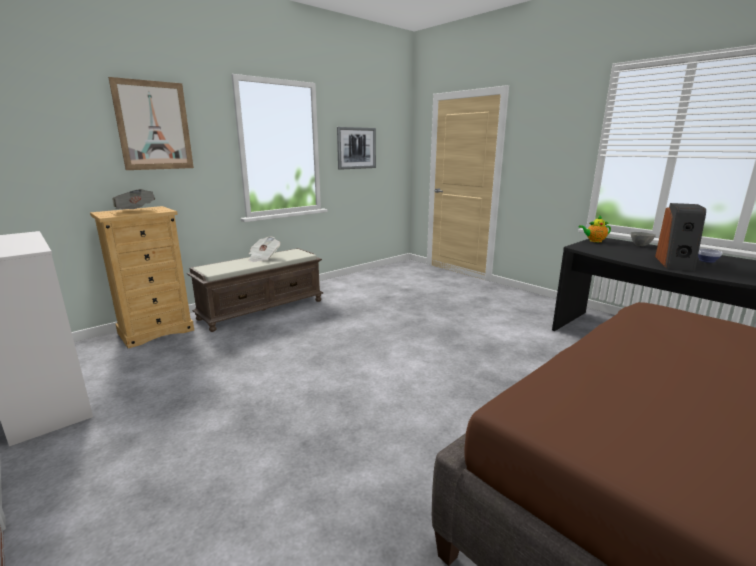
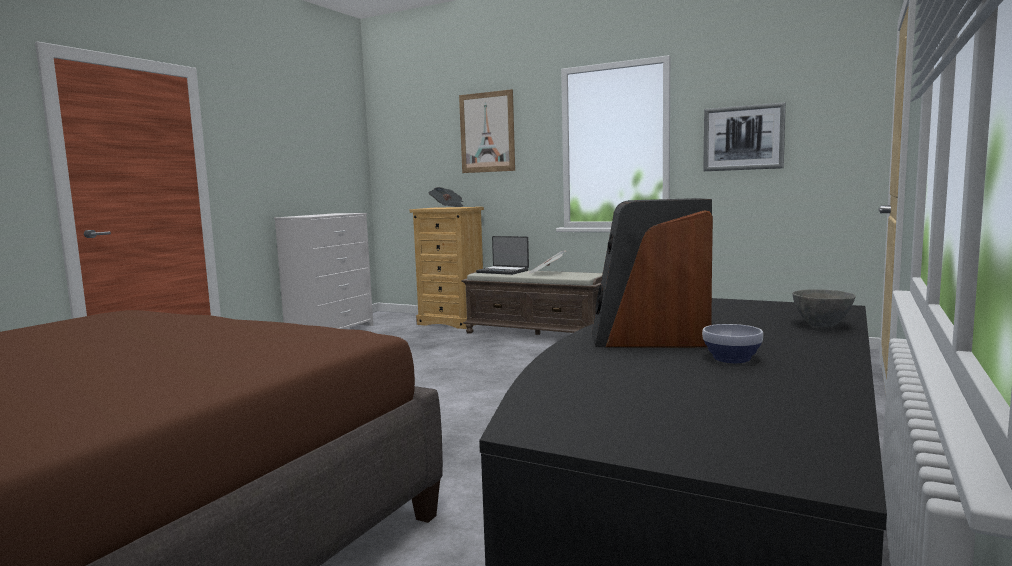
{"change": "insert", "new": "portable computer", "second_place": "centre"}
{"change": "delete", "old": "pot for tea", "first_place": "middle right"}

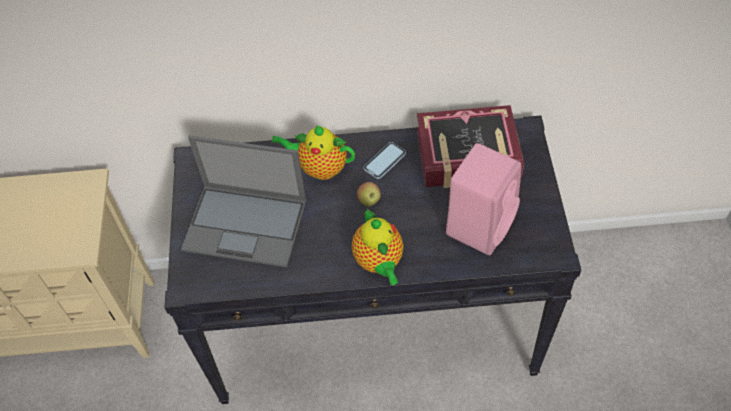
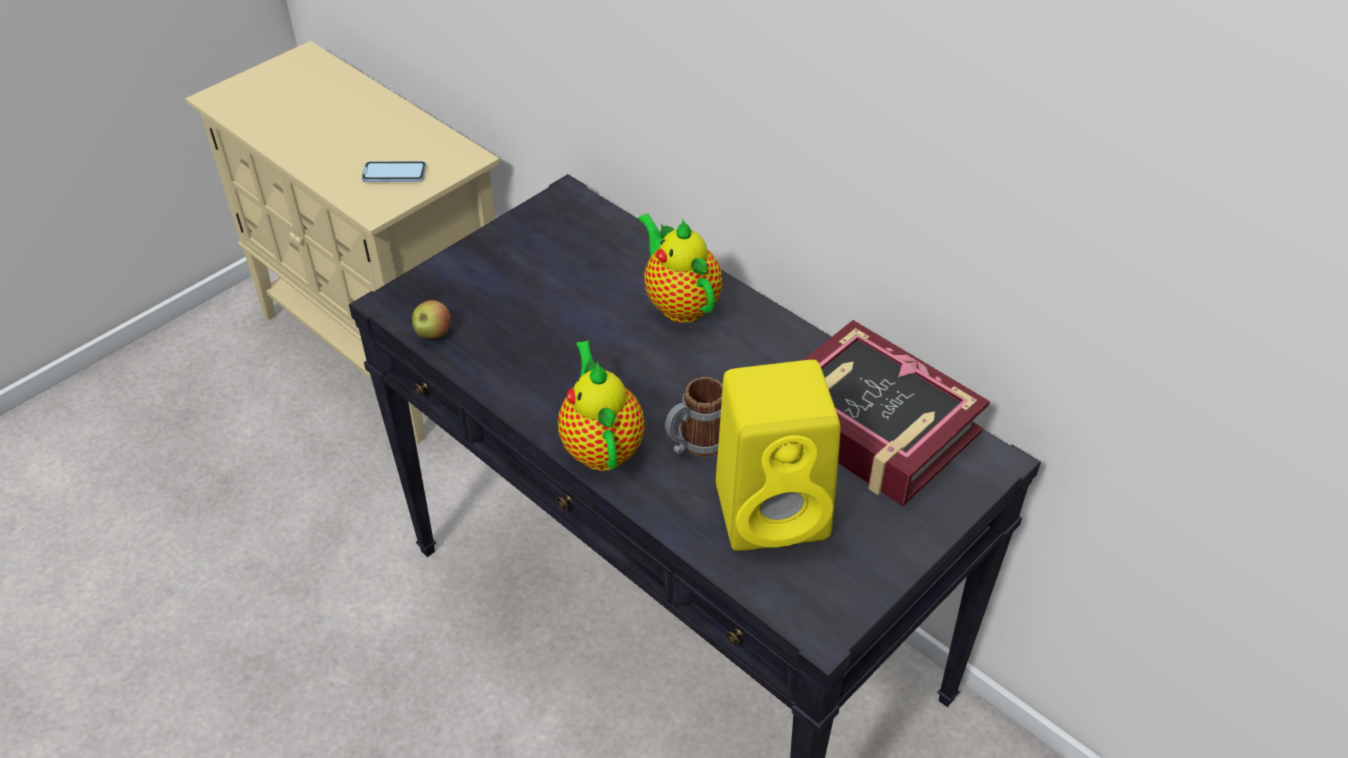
{"change": "move", "old": "handset", "first_place": "centre", "second_place": "top left"}
{"change": "move", "old": "apple", "first_place": "centre", "second_place": "middle left"}
{"change": "rotate", "old": "pot for tea (2nd from left in the first image)", "first_place": "centre", "second_place": "centre", "degrees": 135}
{"change": "insert", "new": "coffee mug", "second_place": "centre"}
{"change": "recolor", "old": "audio speaker (pink-coloured)", "new": "audio speaker (yellow)", "first_place": "centre", "second_place": "centre"}
{"change": "delete", "old": "portable computer", "first_place": "middle left"}

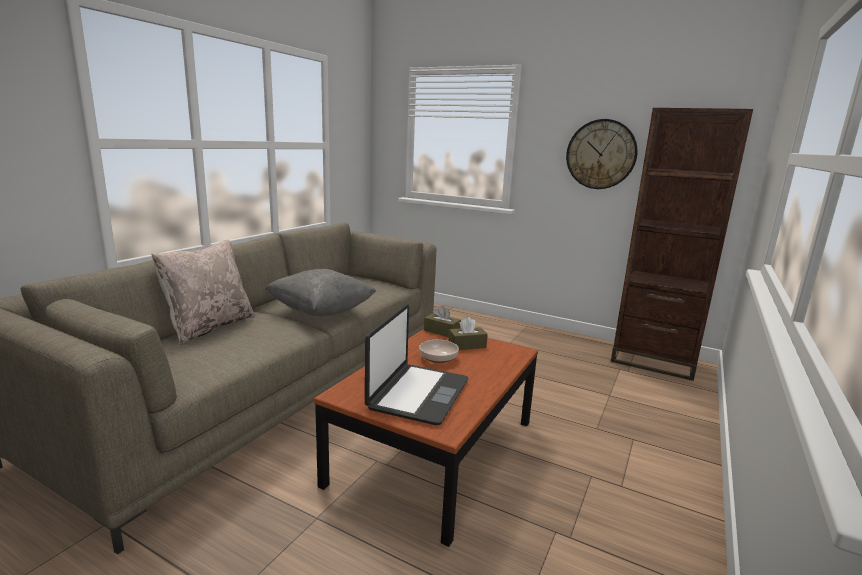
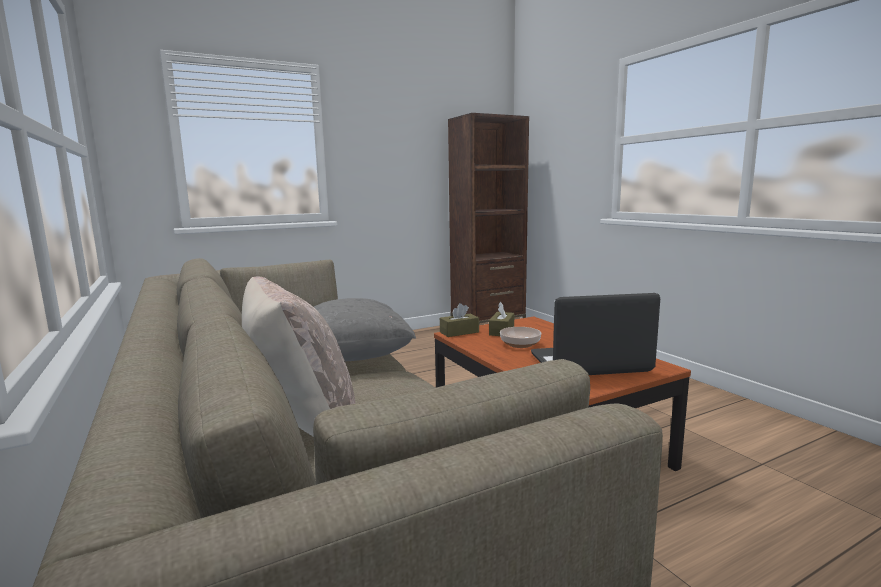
{"change": "rotate", "old": "portable computer", "first_place": "centre", "second_place": "middle right", "degrees": -60}
{"change": "delete", "old": "clock on the wall", "first_place": "top right"}

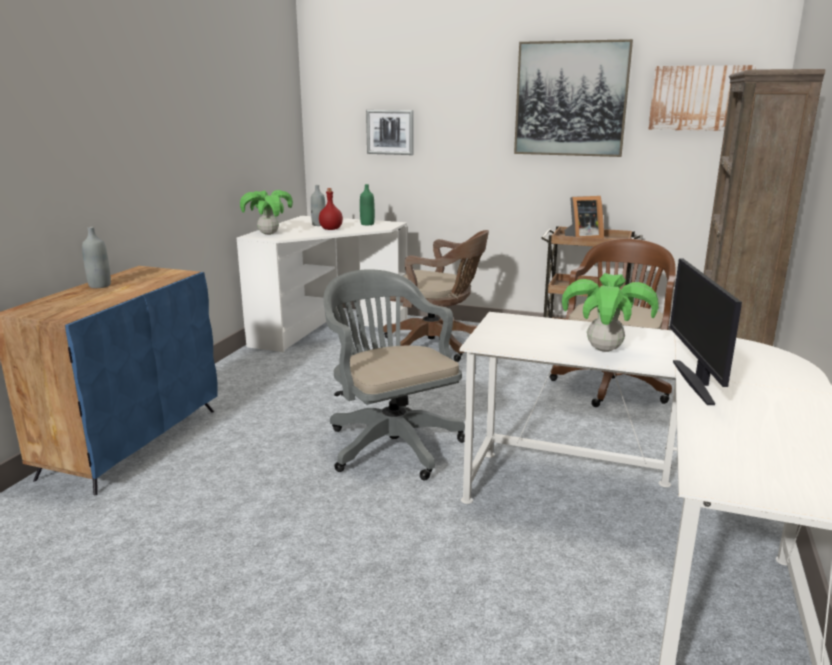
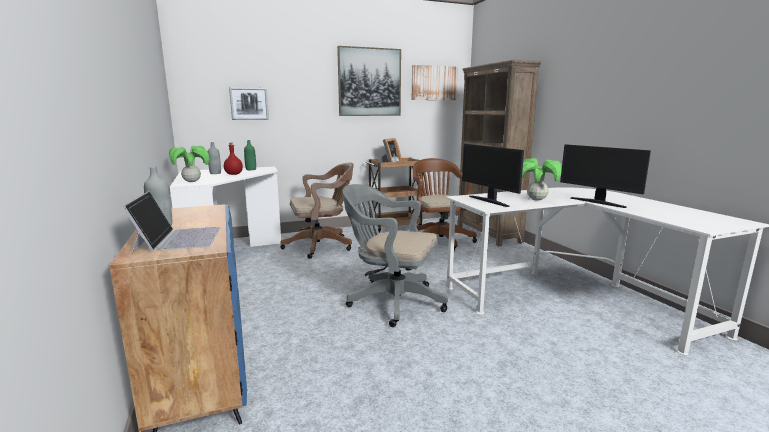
{"change": "insert", "new": "portable computer", "second_place": "middle left"}
{"change": "insert", "new": "computer display (1st from left)", "second_place": "centre"}

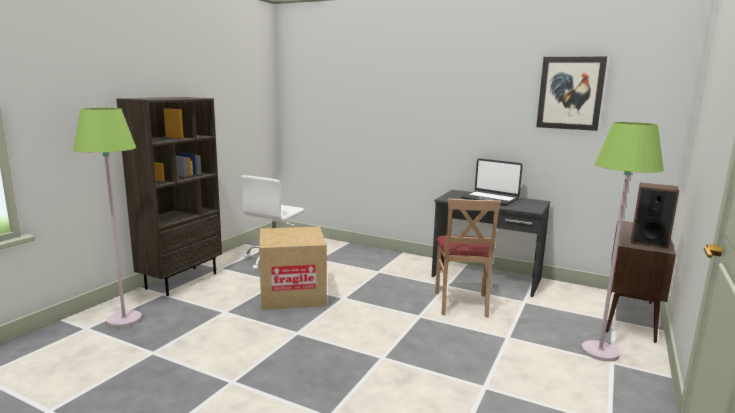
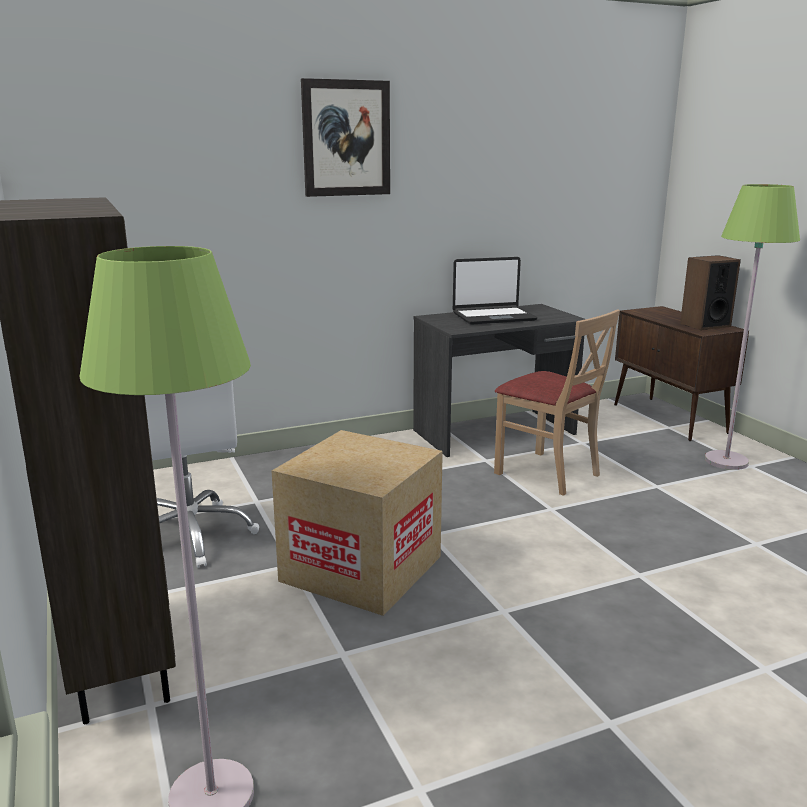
{"change": "move", "old": "picture", "first_place": "top right", "second_place": "top centre"}

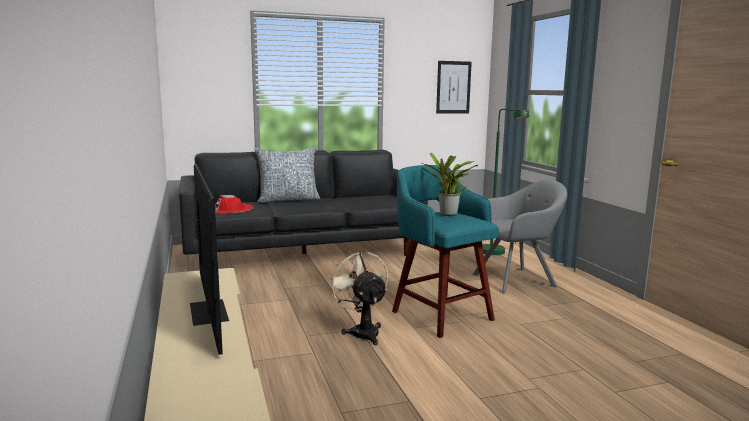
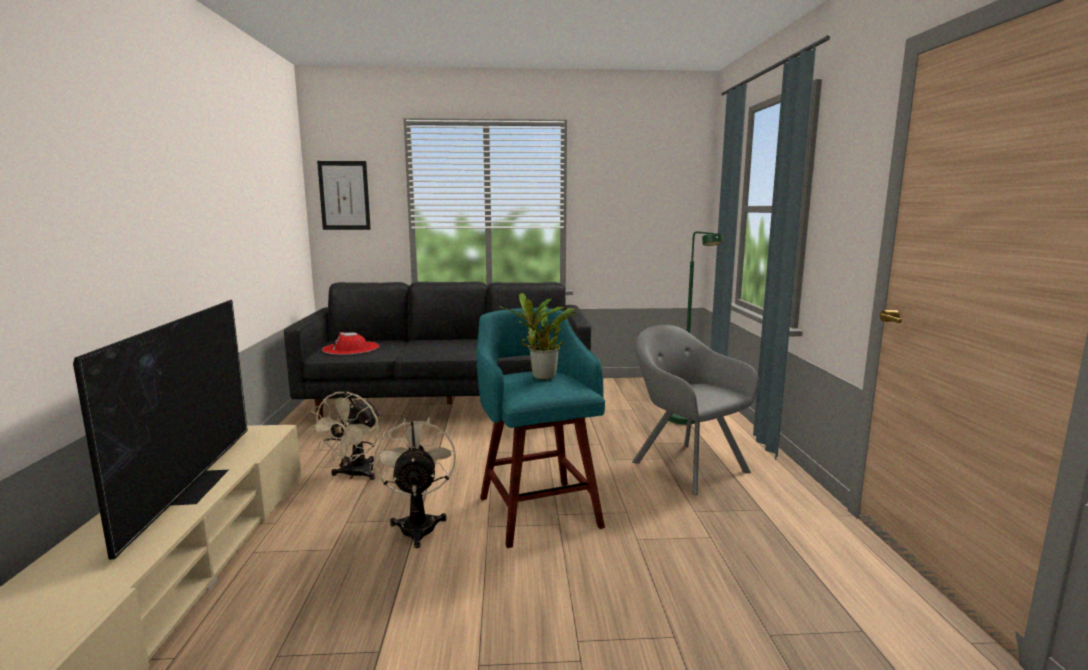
{"change": "insert", "new": "cooling fan (beige) (1st from left)", "second_place": "middle left"}
{"change": "move", "old": "picture", "first_place": "top centre", "second_place": "top left"}
{"change": "rotate", "old": "lounge chair (greyish)", "first_place": "middle right", "second_place": "centre", "degrees": -120}
{"change": "delete", "old": "cushion", "first_place": "centre"}

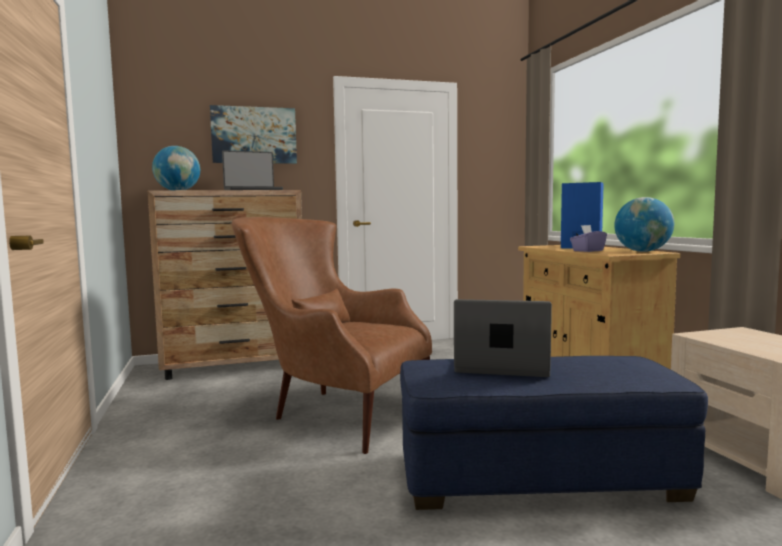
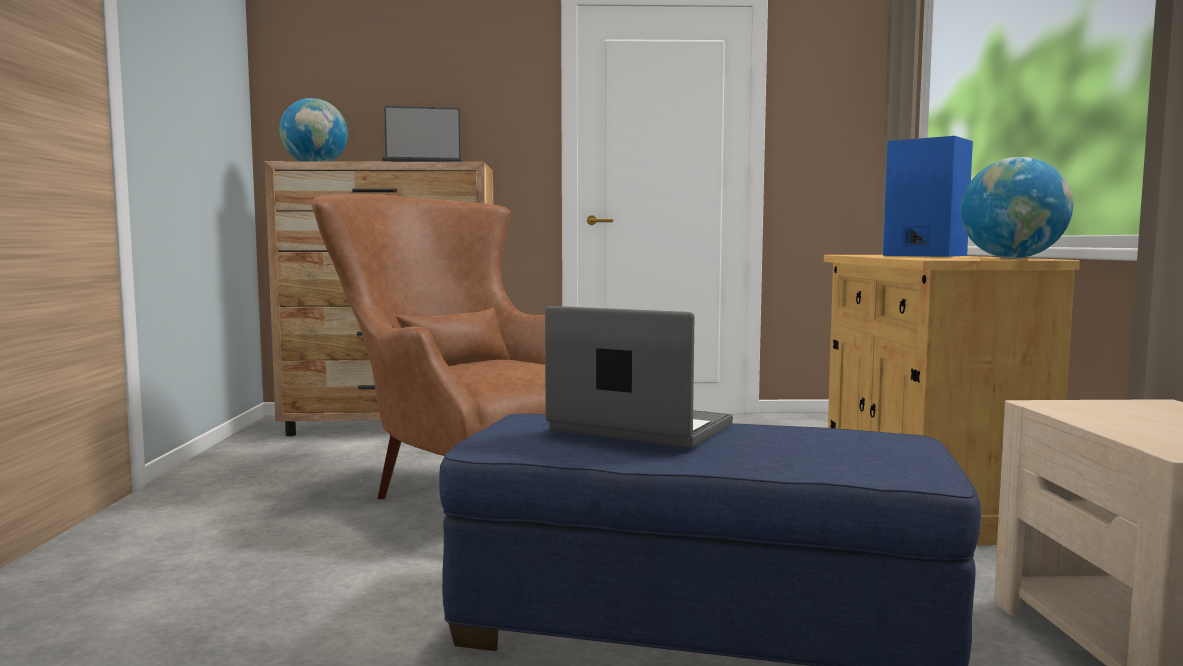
{"change": "delete", "old": "picture", "first_place": "top left"}
{"change": "delete", "old": "tissue holder (purplish)", "first_place": "middle right"}

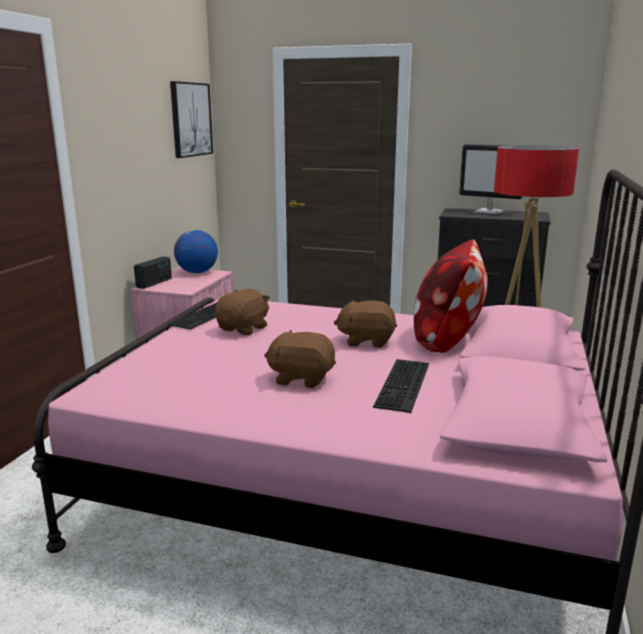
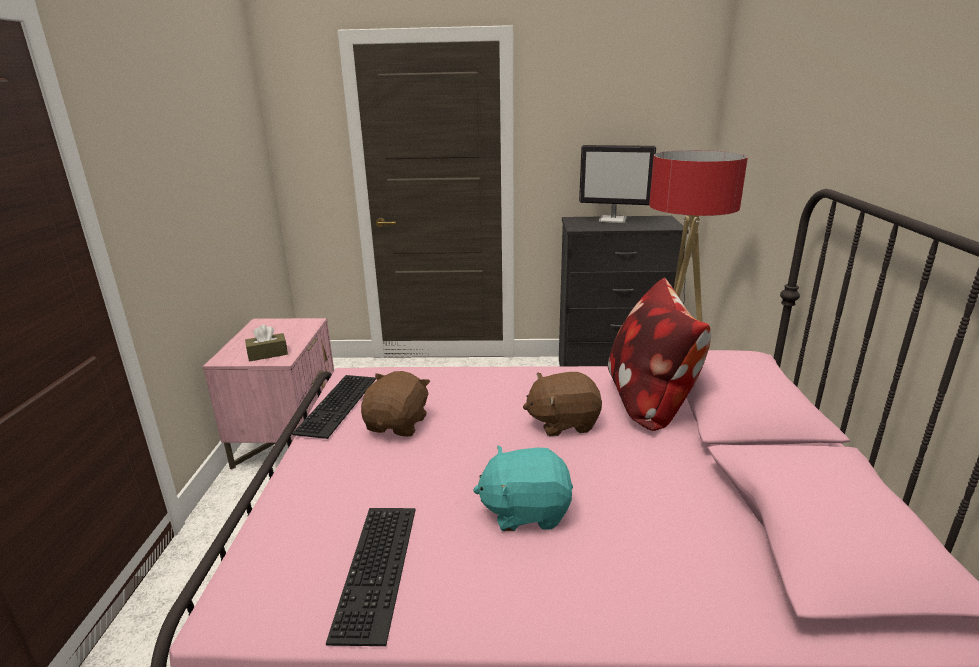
{"change": "insert", "new": "tissue holder (brown)", "second_place": "middle left"}
{"change": "move", "old": "keyboard (2nd from left)", "first_place": "centre", "second_place": "bottom centre"}
{"change": "recolor", "old": "soft toy (brown) (2nd from left)", "new": "soft toy (blue-green)", "first_place": "centre", "second_place": "bottom centre"}
{"change": "delete", "old": "radio receiver", "first_place": "middle left"}
{"change": "delete", "old": "picture", "first_place": "top left"}
{"change": "delete", "old": "world globe", "first_place": "middle left"}

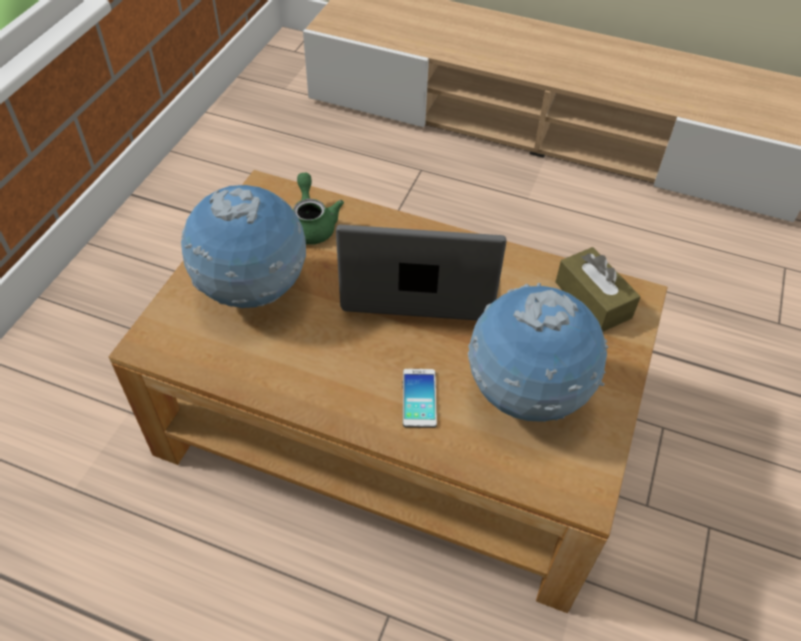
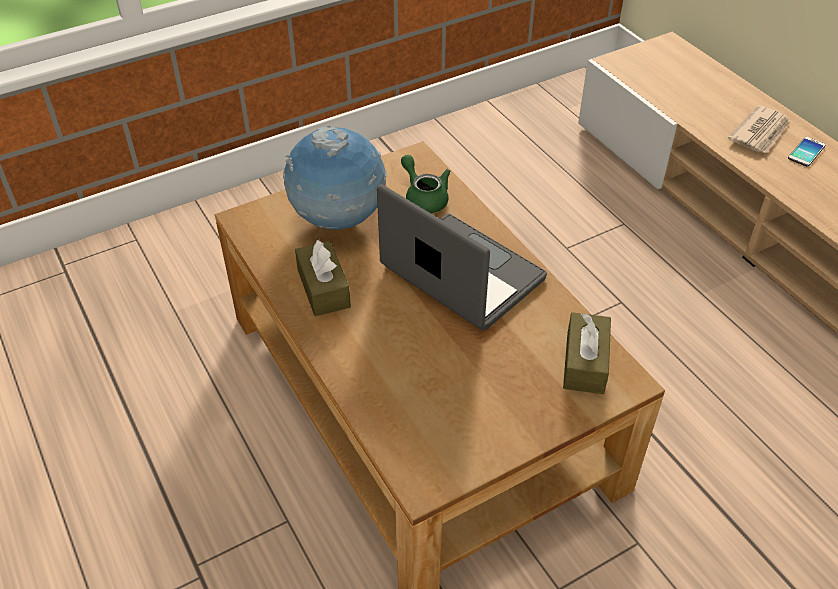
{"change": "insert", "new": "tissue holder (brown) (1st from left)", "second_place": "centre"}
{"change": "rotate", "old": "pot for tea (green)", "first_place": "top centre", "second_place": "top centre", "degrees": -60}
{"change": "insert", "new": "newspaper", "second_place": "top right"}
{"change": "move", "old": "handset", "first_place": "centre", "second_place": "top right"}
{"change": "delete", "old": "world globe (2nd from left)", "first_place": "middle right"}

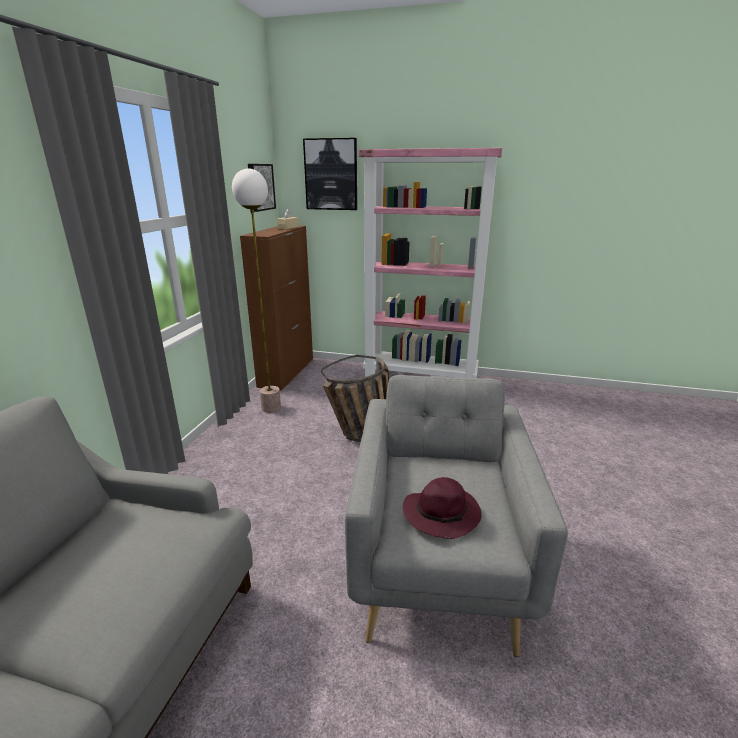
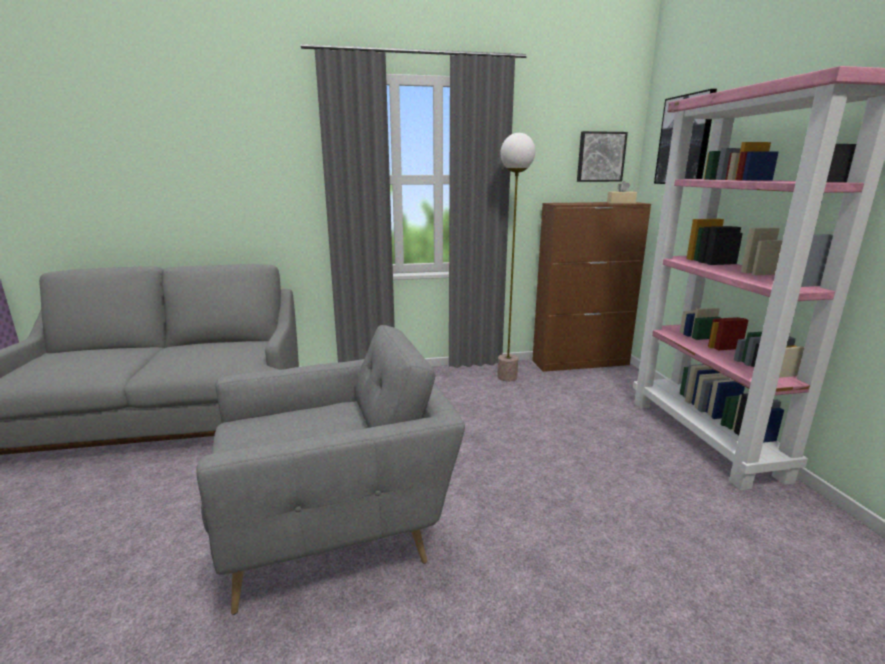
{"change": "delete", "old": "basket", "first_place": "centre"}
{"change": "delete", "old": "clothing hat (purplish)", "first_place": "bottom centre"}

